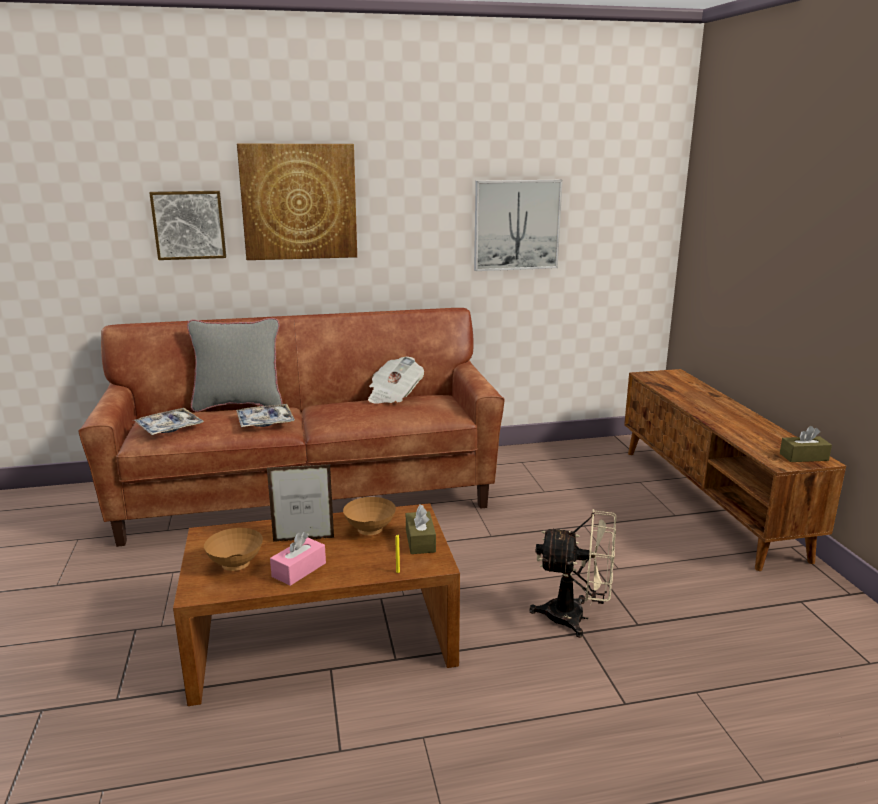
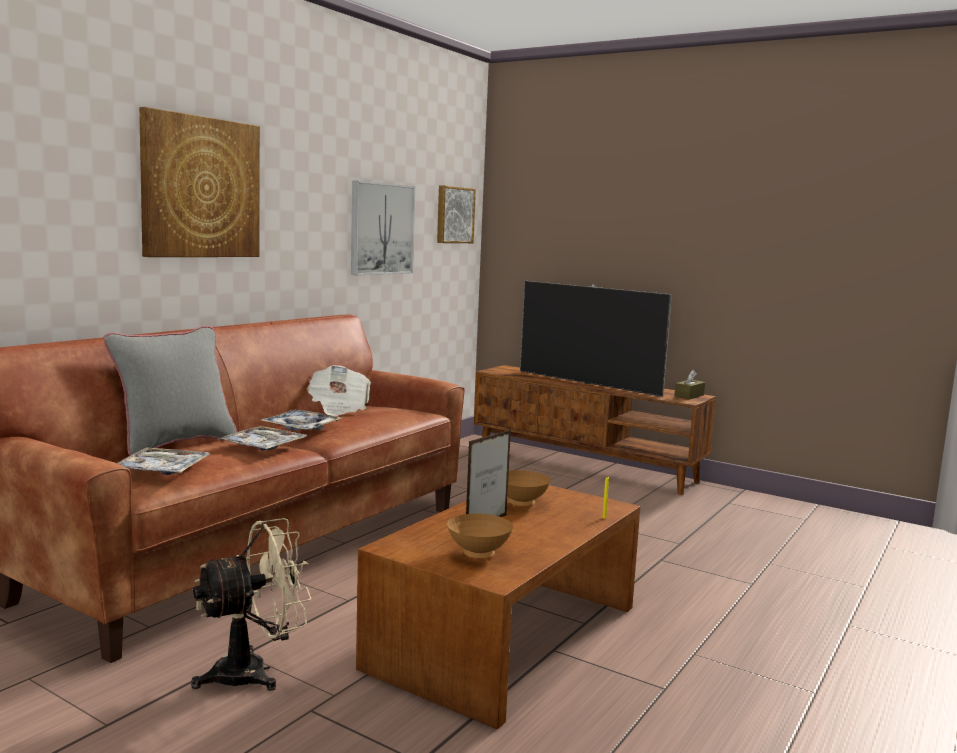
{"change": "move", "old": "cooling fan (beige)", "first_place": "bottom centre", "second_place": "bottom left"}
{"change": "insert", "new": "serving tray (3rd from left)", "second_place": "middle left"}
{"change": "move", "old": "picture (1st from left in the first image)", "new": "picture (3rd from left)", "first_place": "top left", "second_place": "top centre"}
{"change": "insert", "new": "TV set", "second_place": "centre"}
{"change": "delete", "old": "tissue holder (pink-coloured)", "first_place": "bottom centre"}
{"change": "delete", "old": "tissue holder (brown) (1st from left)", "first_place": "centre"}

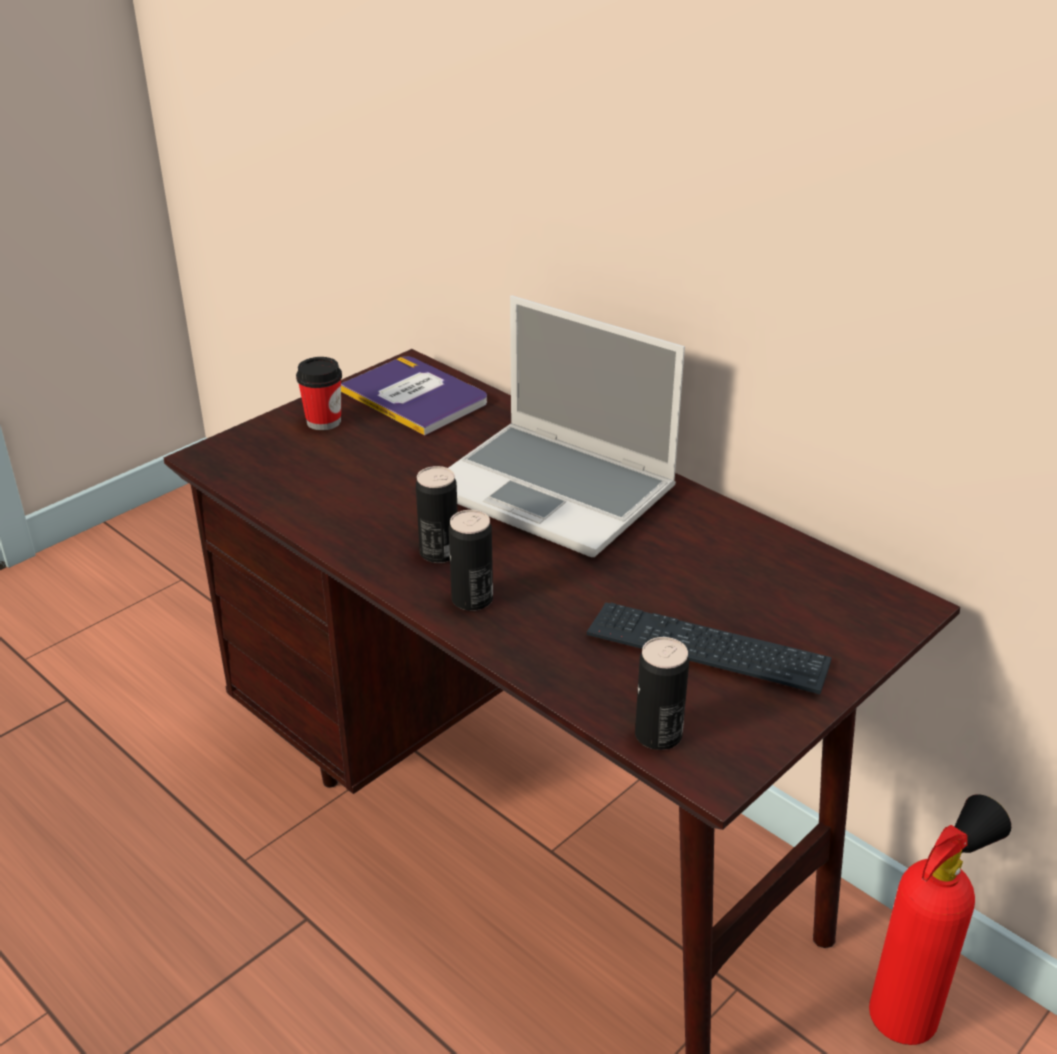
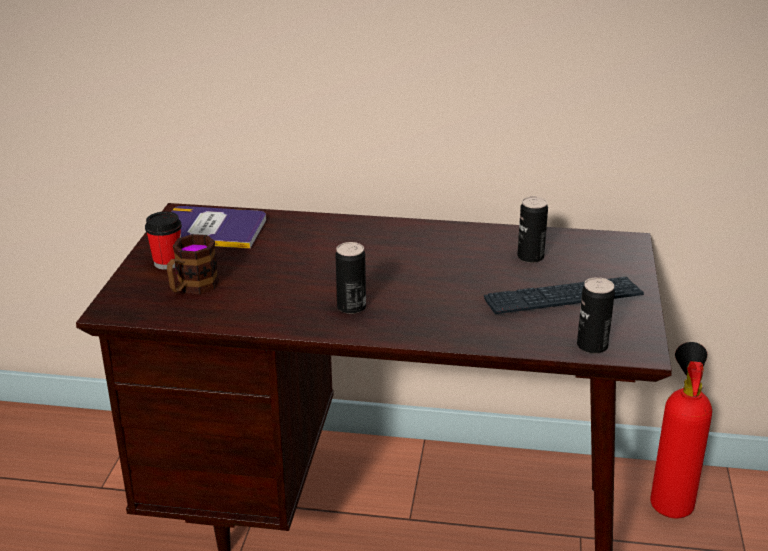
{"change": "insert", "new": "coffee mug", "second_place": "middle left"}
{"change": "move", "old": "sealed can (2nd from left)", "first_place": "centre", "second_place": "middle right"}
{"change": "delete", "old": "portable computer", "first_place": "centre"}

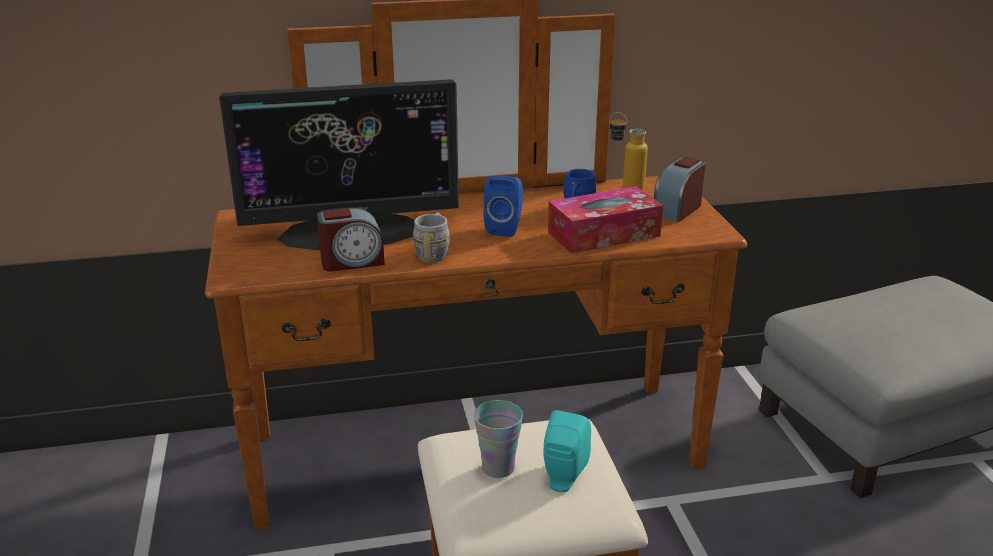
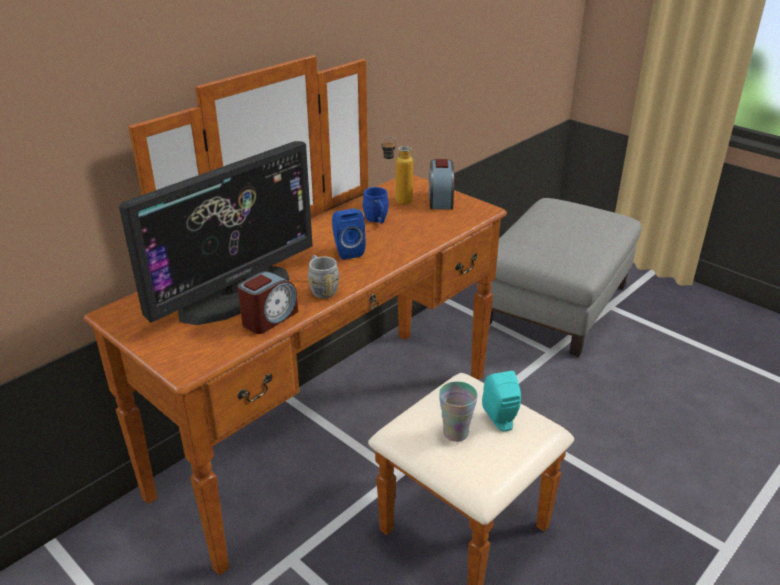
{"change": "delete", "old": "tissue holder", "first_place": "centre"}

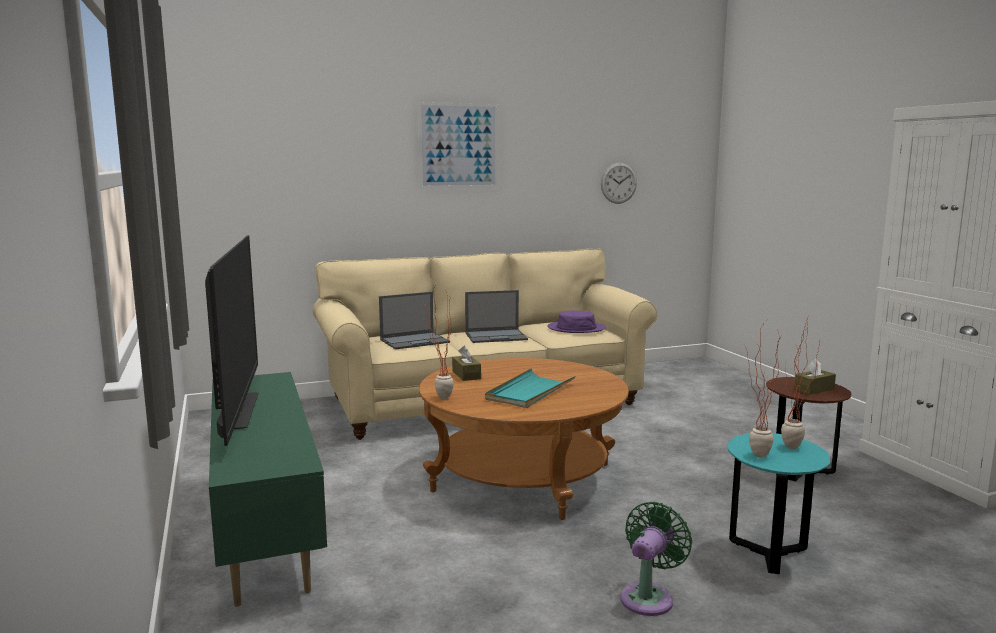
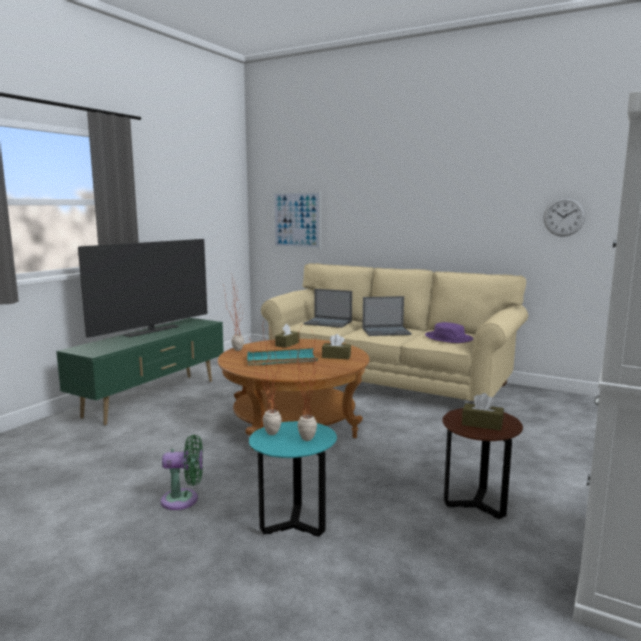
{"change": "move", "old": "picture", "first_place": "top centre", "second_place": "centre"}
{"change": "insert", "new": "tissue holder (brown) (2nd from left)", "second_place": "centre"}
{"change": "rotate", "old": "portable computer (2nd from left)", "first_place": "centre", "second_place": "centre", "degrees": -45}

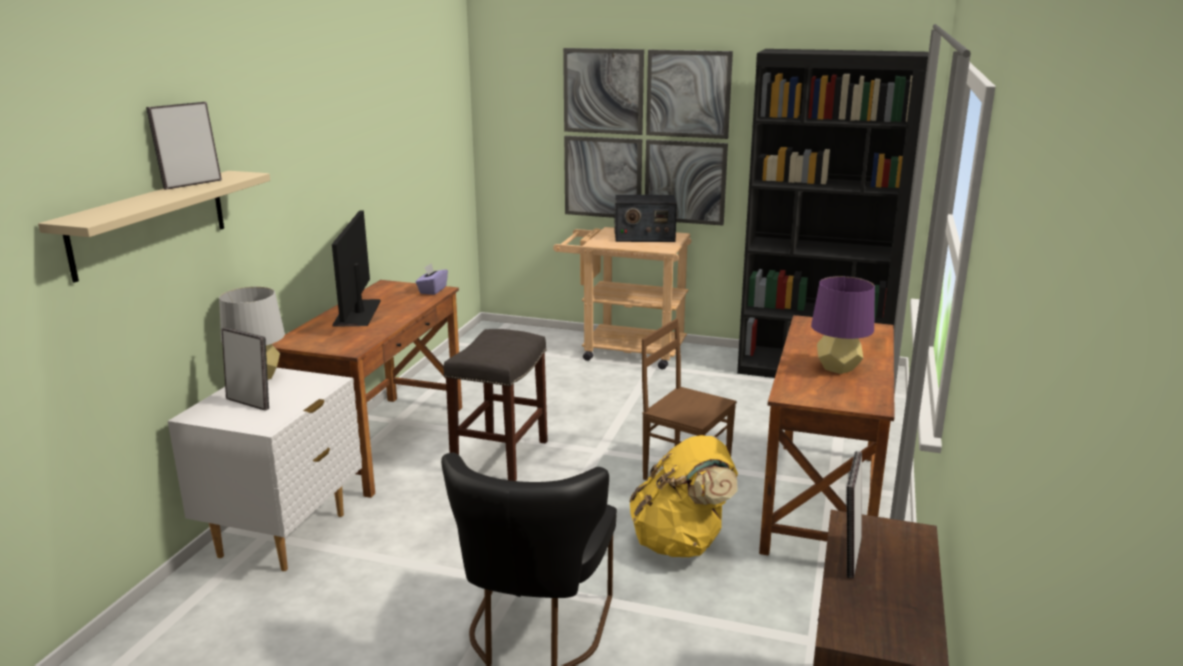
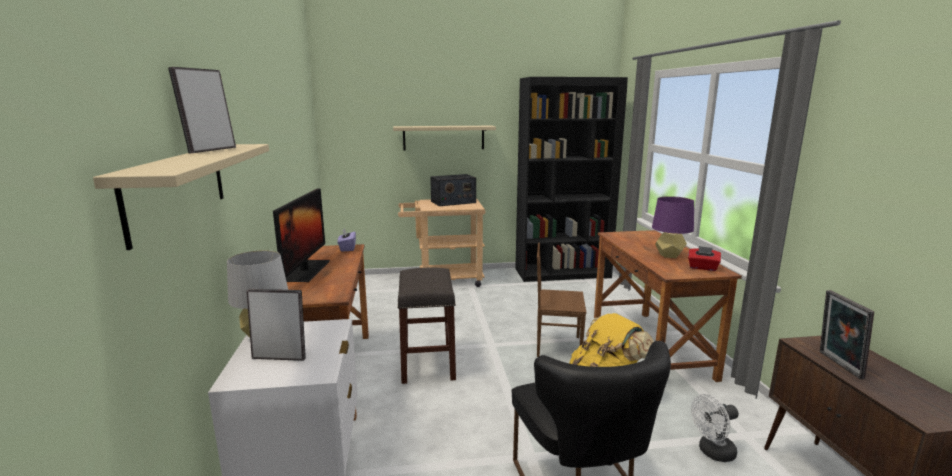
{"change": "rotate", "old": "computer display", "first_place": "middle left", "second_place": "middle left", "degrees": -150}
{"change": "replace", "old": "picture", "new": "wall shelf (beige) (2nd from left)", "first_place": "top centre", "second_place": "top centre"}
{"change": "insert", "new": "tissue holder (red)", "second_place": "middle right"}
{"change": "insert", "new": "cooling fan (whitish)", "second_place": "bottom right"}

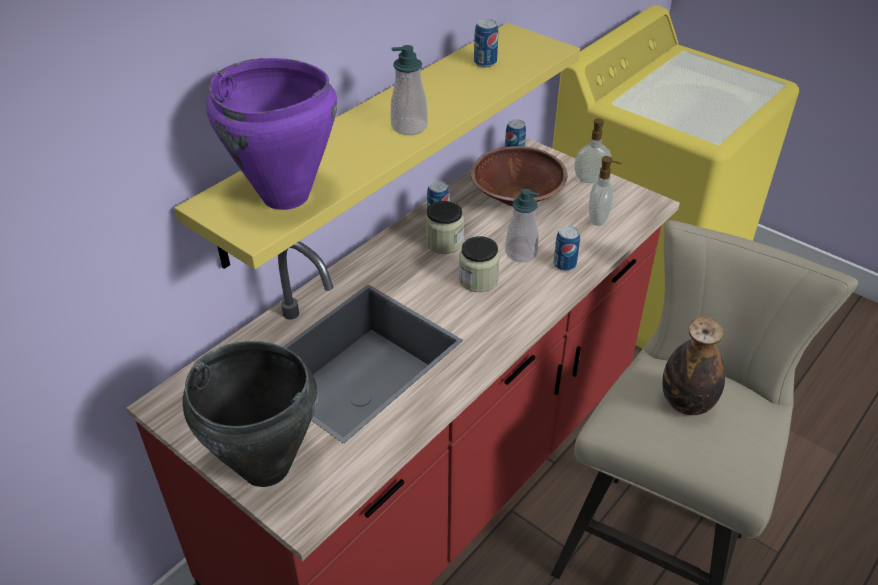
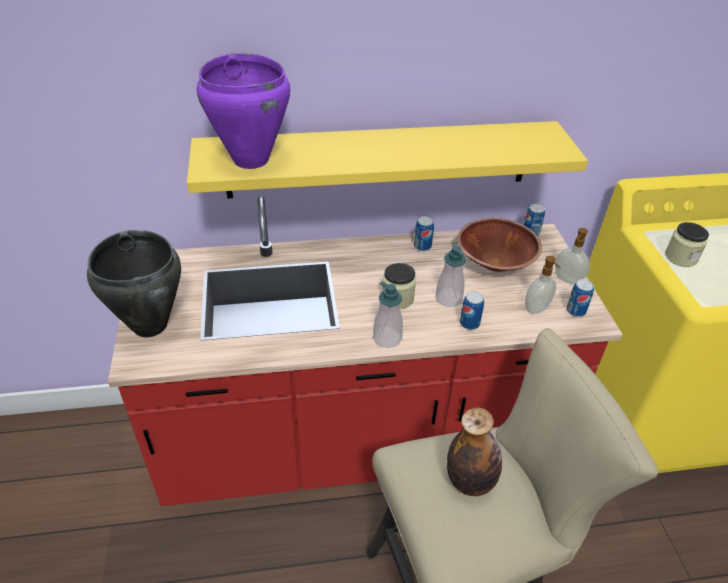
{"change": "move", "old": "soap dispenser (1st from left)", "first_place": "top centre", "second_place": "centre"}
{"change": "move", "old": "sealed can (2nd from left in the first image)", "new": "sealed can (4th from left)", "first_place": "top centre", "second_place": "middle right"}
{"change": "move", "old": "preserve jar (1st from left in the first image)", "new": "preserve jar (2nd from left)", "first_place": "centre", "second_place": "middle right"}

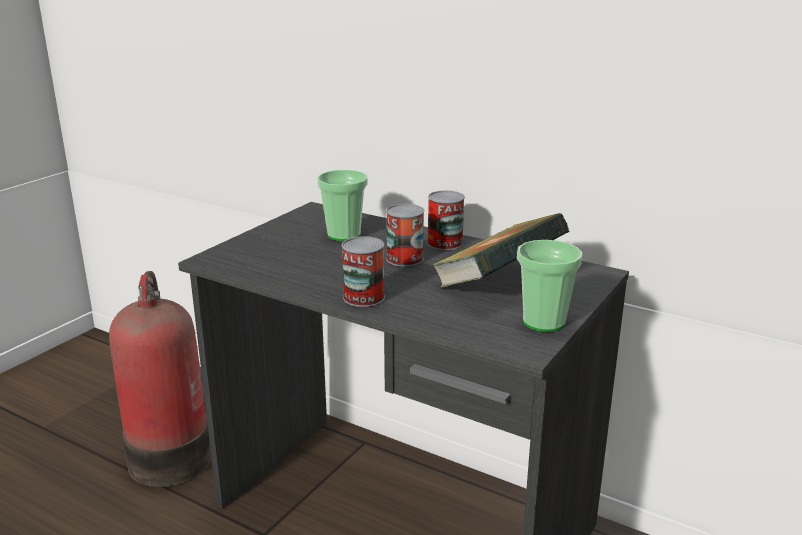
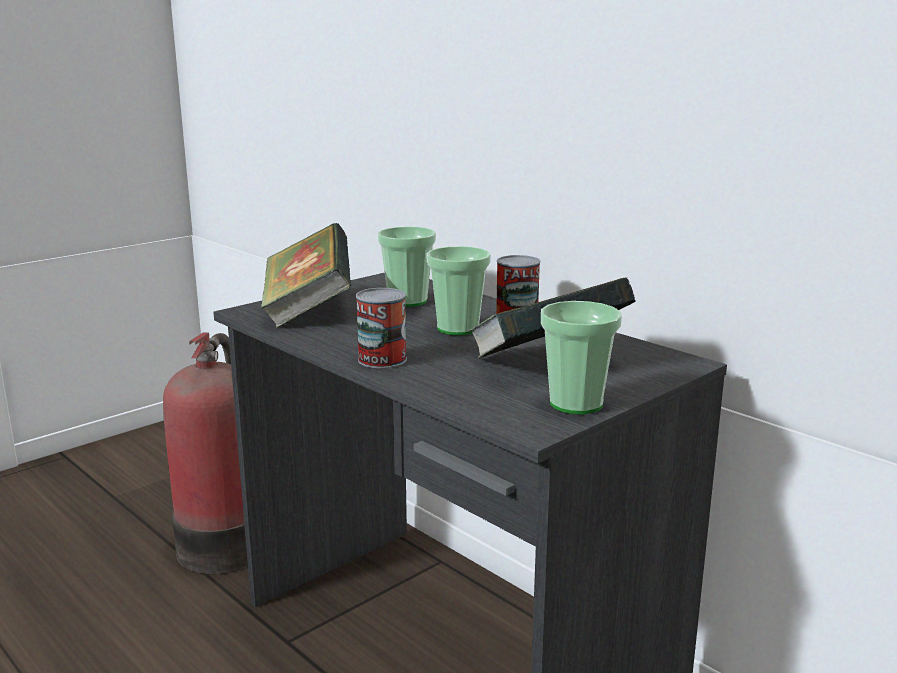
{"change": "insert", "new": "book (1st from left)", "second_place": "centre"}
{"change": "replace", "old": "sealed can (2nd from left)", "new": "small cup (2nd from left)", "first_place": "centre", "second_place": "centre"}

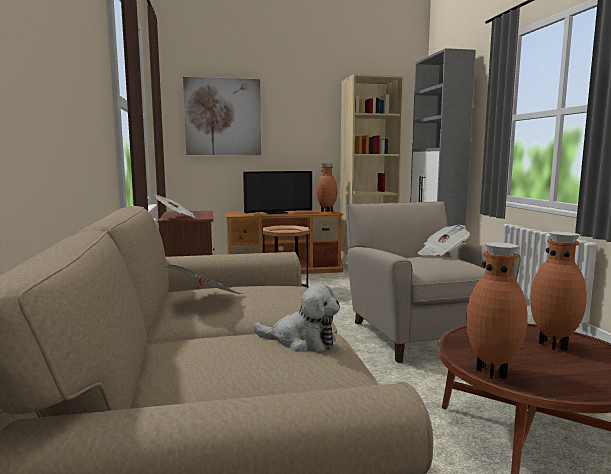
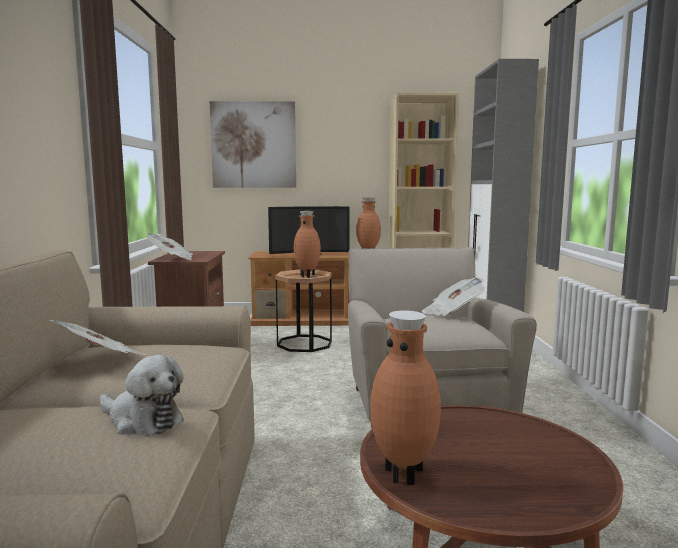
{"change": "move", "old": "decorative vase (brown) (3rd from left in the first image)", "new": "decorative vase (brown) (1st from left)", "first_place": "middle right", "second_place": "centre"}

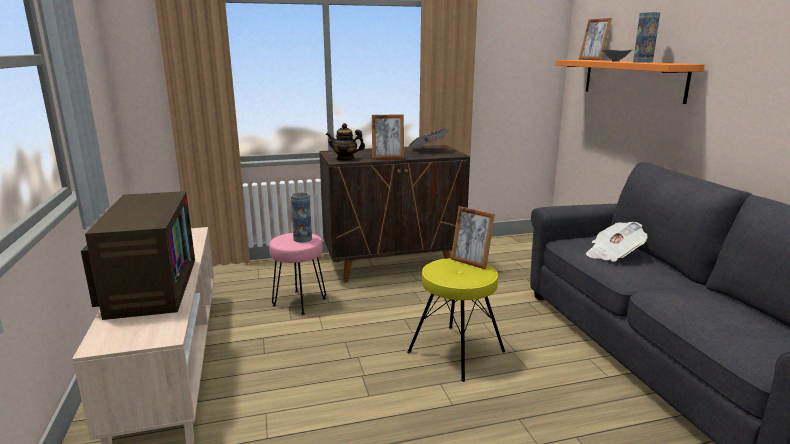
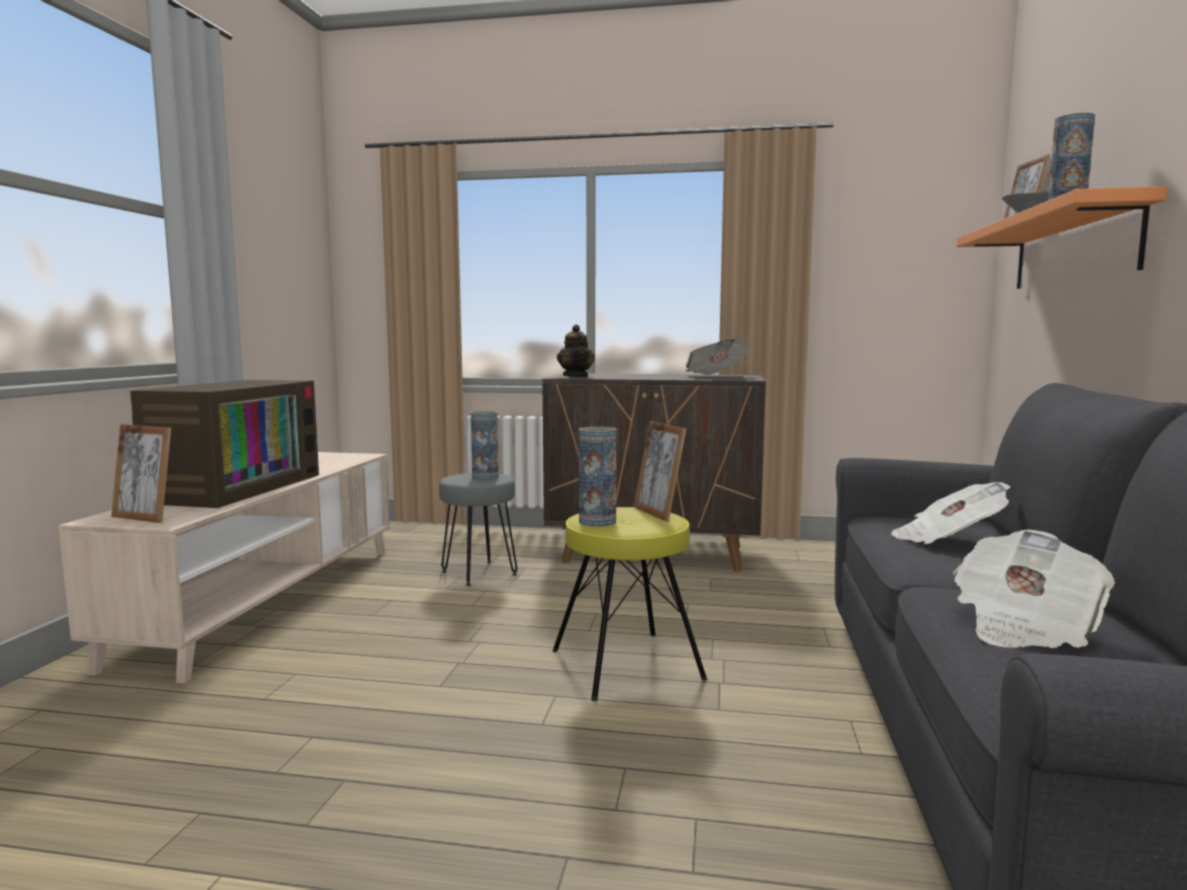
{"change": "move", "old": "standing frame (1st from left)", "first_place": "top centre", "second_place": "middle left"}
{"change": "recolor", "old": "stool seat (pink-coloured)", "new": "stool seat (greyish)", "first_place": "centre", "second_place": "centre"}
{"change": "rotate", "old": "pot for tea", "first_place": "top centre", "second_place": "centre", "degrees": -135}
{"change": "insert", "new": "decorative vase (2nd from left)", "second_place": "centre"}
{"change": "insert", "new": "newspaper (3rd from left)", "second_place": "middle right"}

